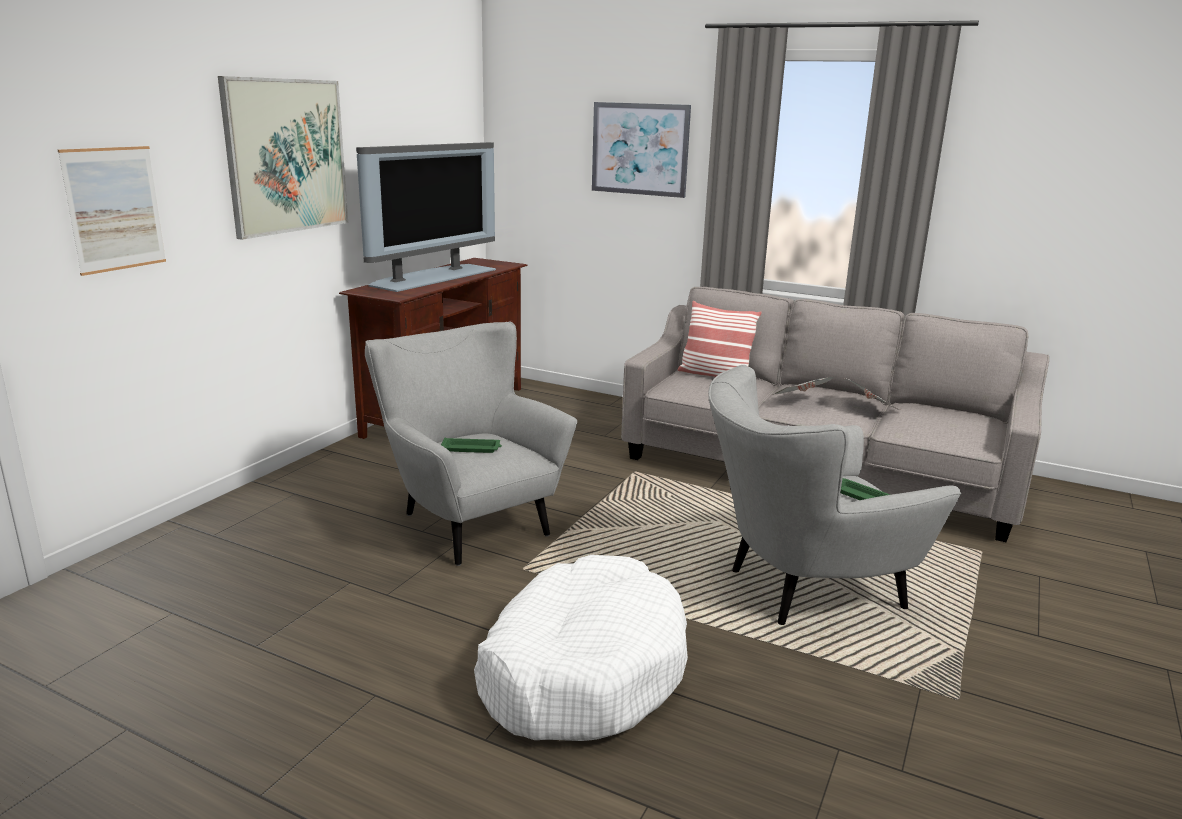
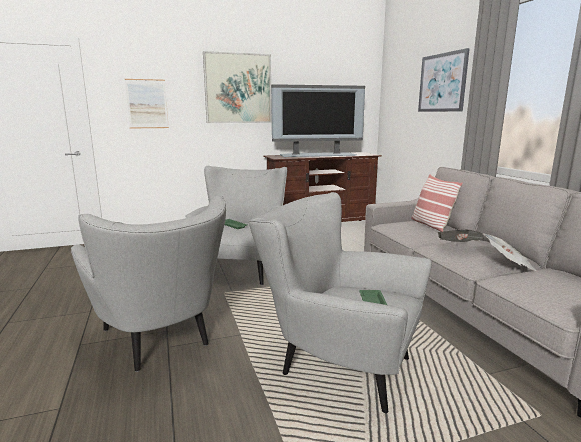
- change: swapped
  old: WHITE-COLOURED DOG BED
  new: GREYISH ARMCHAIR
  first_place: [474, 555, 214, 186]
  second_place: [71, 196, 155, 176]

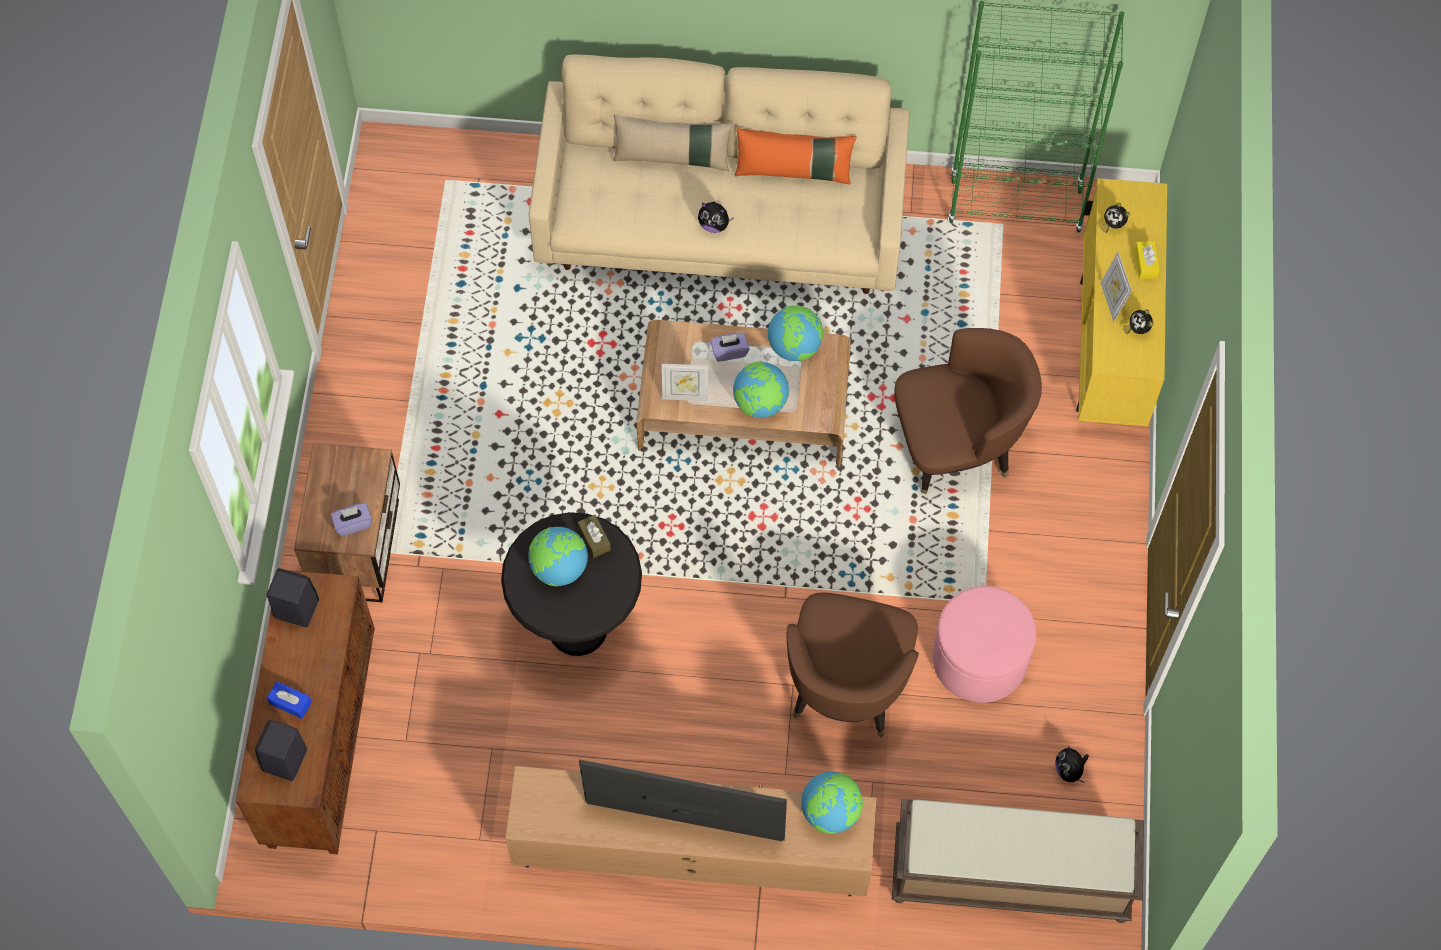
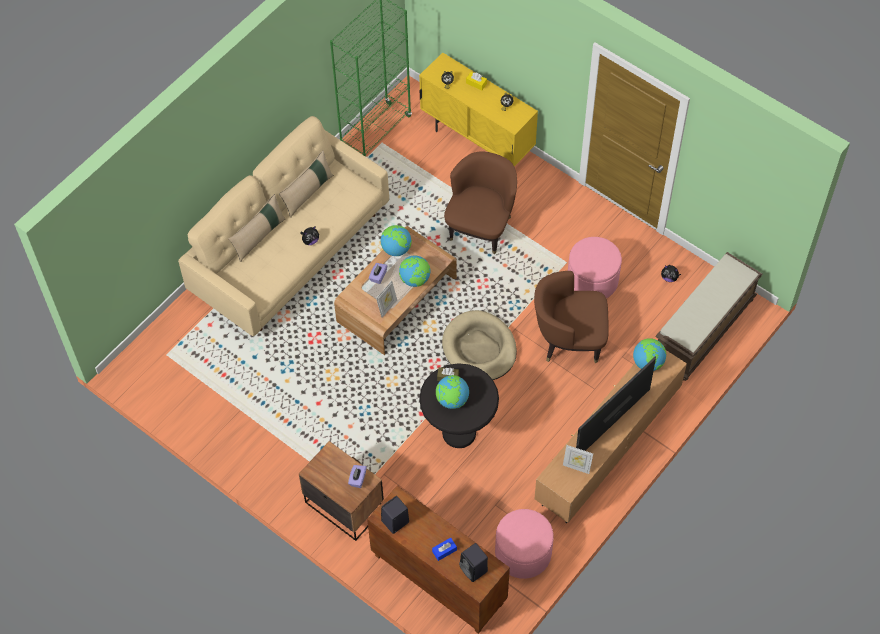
- change: repainted
  old: ORANGEY CUSHION
  new: BEIGE-COLOURED CUSHION
  first_place: [735, 128, 121, 56]
  second_place: [279, 150, 54, 68]
- change: shifted
  old: PICTURE FRAME
  first_place: [1101, 252, 31, 70]
  second_place: [563, 445, 30, 29]
- change: rotated
  old: BROWN ARMCHAIR
  first_place: [786, 592, 133, 145]
  second_place: [534, 271, 75, 92]
  degrees: 135
- change: new
  new: BEIGE-COLOURED DOG BED
  second_place: [442, 310, 75, 70]
- change: new
  new: PINKISH FOOTREST
  second_place: [495, 509, 59, 70]

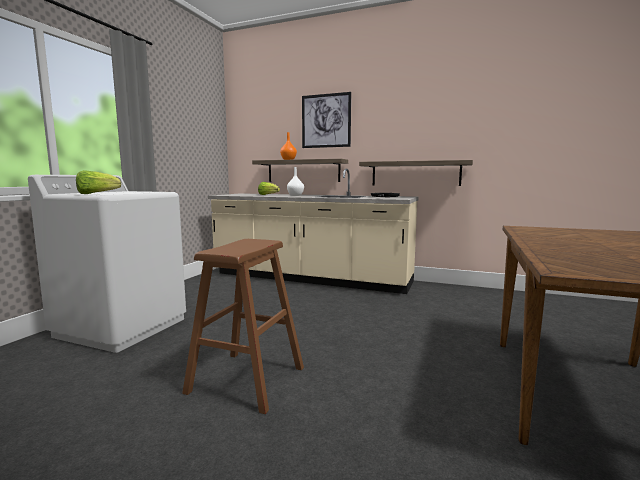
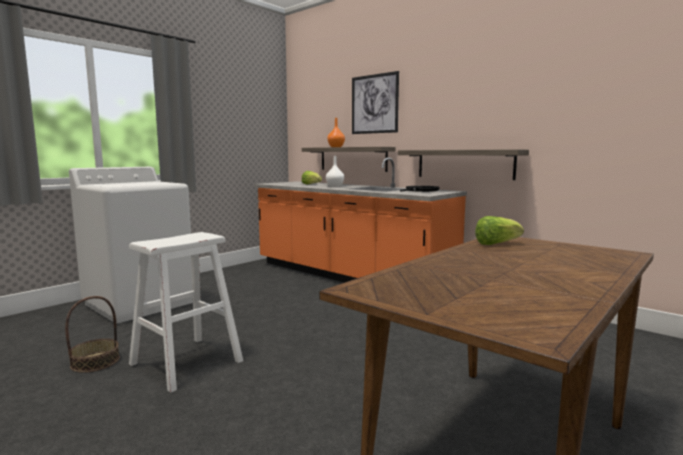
- change: repainted
  old: BEIGE-COLOURED KITCHEN COUNTER
  new: ORANGEY KITCHEN COUNTER
  first_place: [208, 169, 210, 125]
  second_place: [254, 157, 213, 126]
- change: shifted
  old: LETTUCE
  first_place: [76, 170, 45, 24]
  second_place: [475, 216, 49, 29]
- change: repainted
  old: BROWN SITTING STOOL
  new: WHITE-COLOURED SITTING STOOL
  first_place: [182, 239, 122, 175]
  second_place: [129, 232, 114, 161]
- change: new
  new: STORAGE BASKET
  second_place: [65, 296, 55, 77]

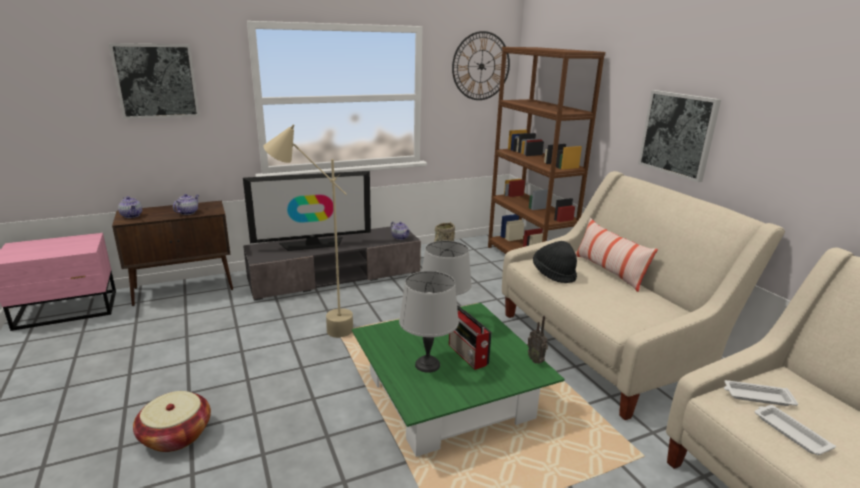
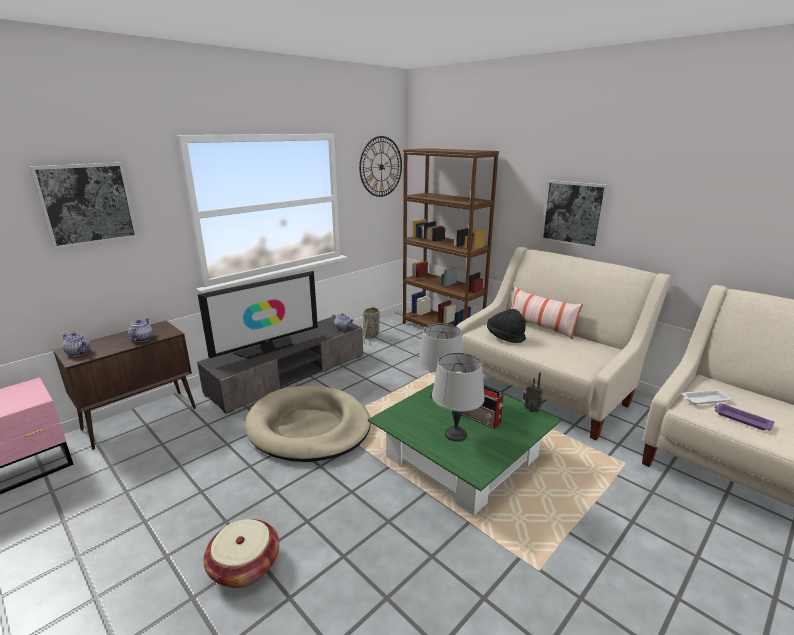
- change: swapped
  old: BEIGE-COLOURED STANDARD LAMP
  new: BEIGE-COLOURED DOG BED
  first_place: [263, 125, 90, 213]
  second_place: [245, 386, 126, 76]
- change: repainted
  old: WHITE-COLOURED CARRYING TRAY
  new: PURPLE-COLOURED CARRYING TRAY
  first_place: [755, 405, 81, 50]
  second_place: [714, 403, 61, 27]

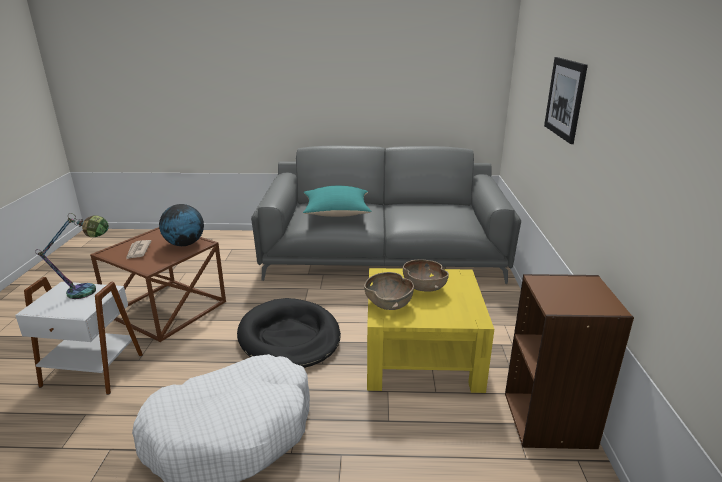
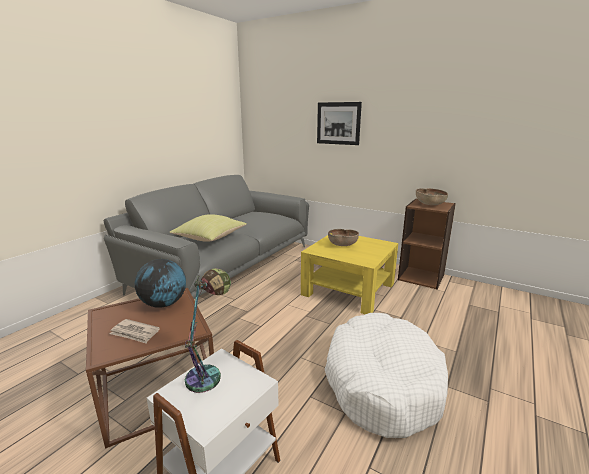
- change: repainted
  old: TURQUOISE-COLOURED CUSHION
  new: YELLOW CUSHION
  first_place: [303, 186, 69, 31]
  second_place: [170, 214, 77, 28]
- change: shifted
  old: BROWN DEEP DISH
  first_place: [364, 272, 50, 38]
  second_place: [416, 188, 32, 17]
- change: gone
  old: BLACK-COLOURED DOG BED
  first_place: [237, 298, 104, 70]

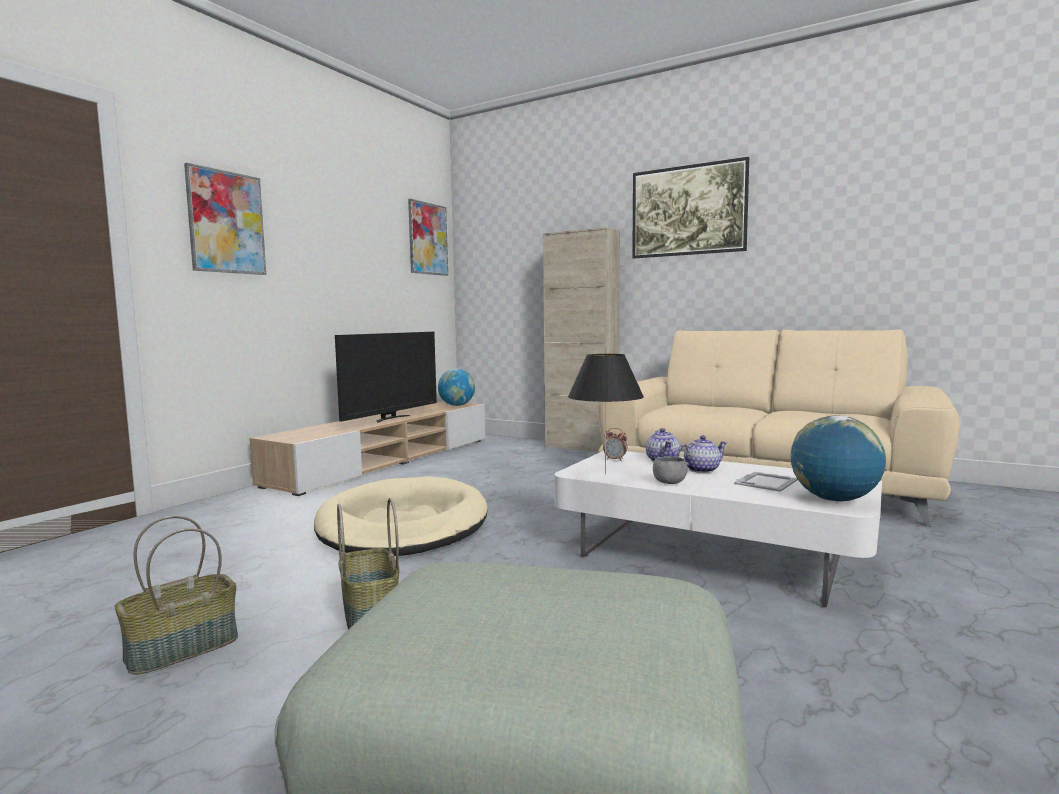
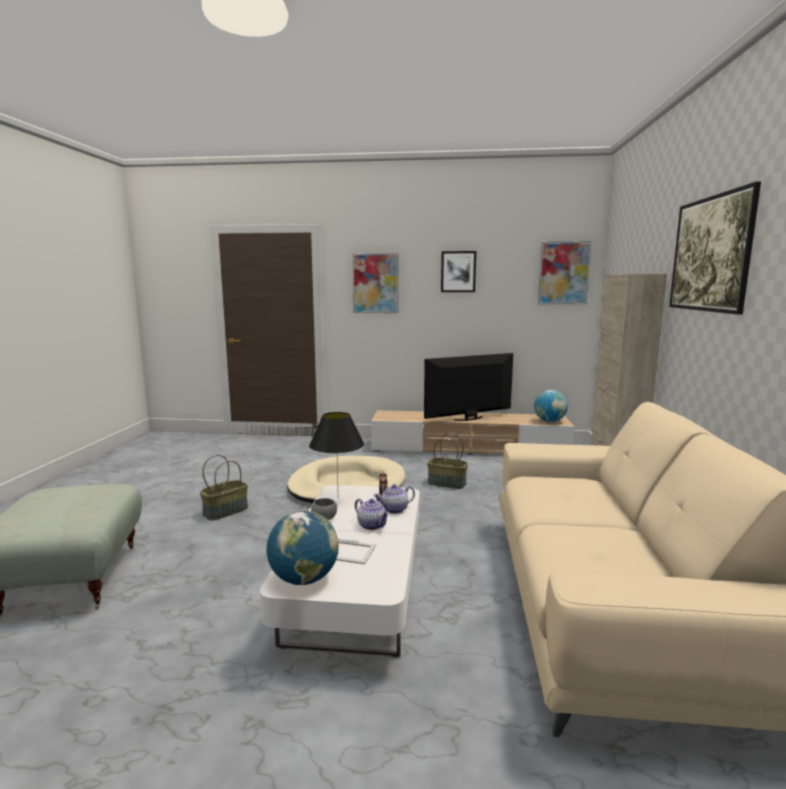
- change: rotated
  old: TV SET
  first_place: [335, 332, 102, 91]
  second_place: [424, 353, 89, 68]
  degrees: 150
- change: shifted
  old: STORAGE BASKET
  first_place: [115, 515, 123, 160]
  second_place: [427, 433, 41, 56]
- change: new
  new: PICTURE
  second_place: [441, 251, 35, 41]

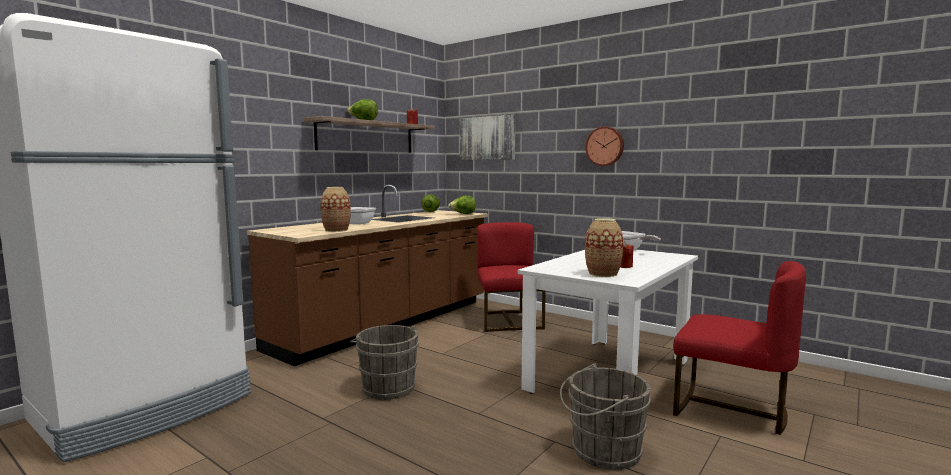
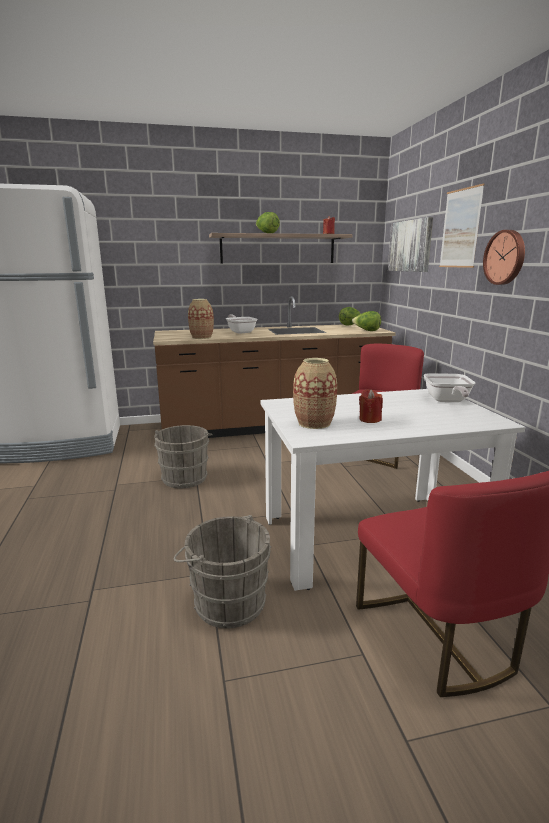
- change: new
  new: PICTURE
  second_place: [439, 183, 46, 85]

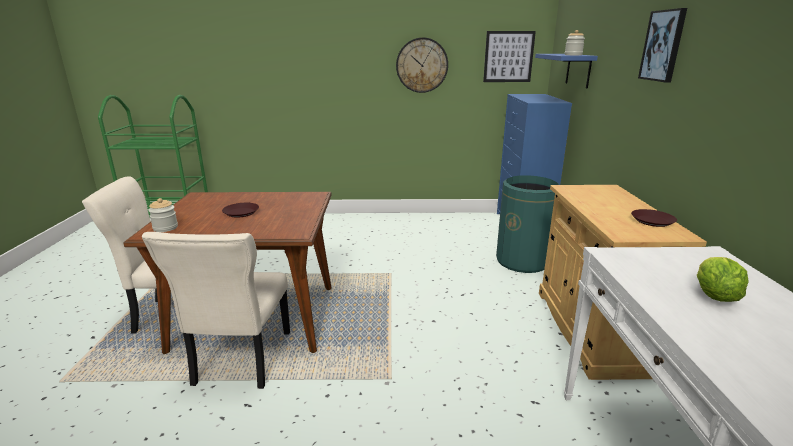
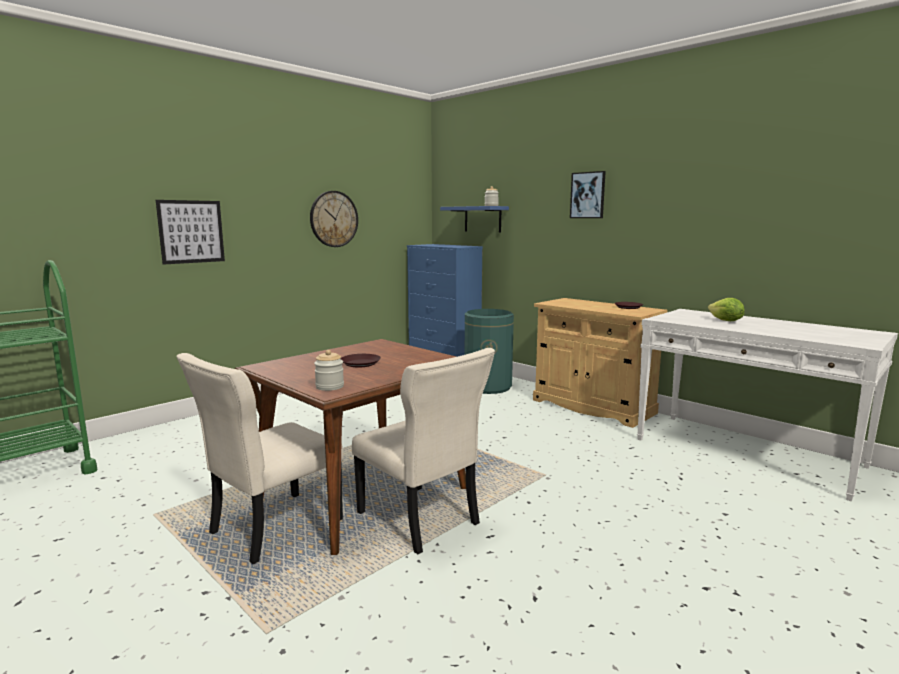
- change: shifted
  old: PICTURE
  first_place: [483, 31, 53, 51]
  second_place: [156, 200, 69, 65]

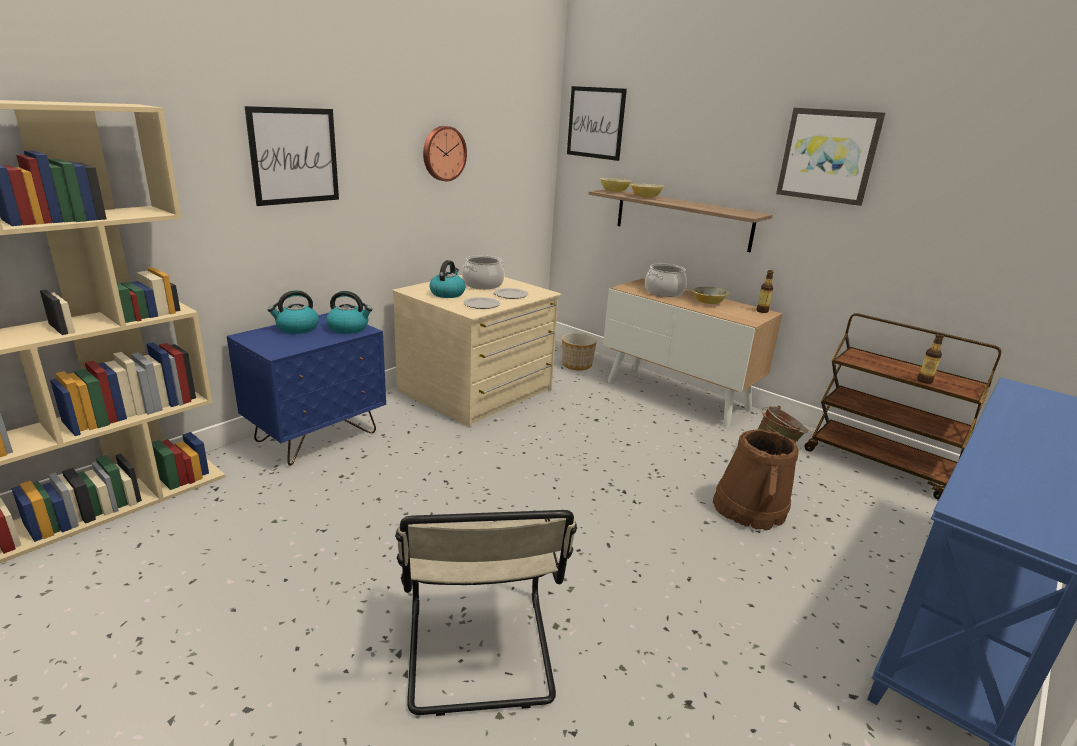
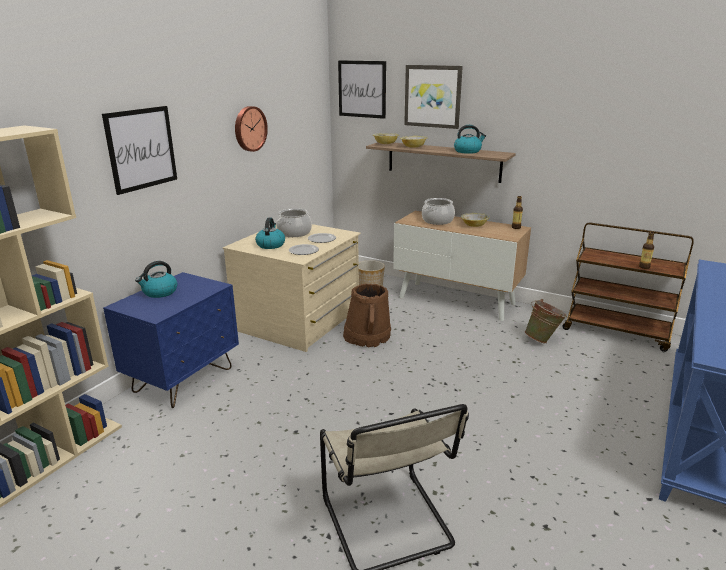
- change: shifted
  old: PICTURE
  first_place: [776, 108, 109, 98]
  second_place: [404, 65, 59, 64]
- change: shifted
  old: TEA KETTLE
  first_place: [326, 291, 47, 43]
  second_place: [454, 125, 32, 29]
- change: shifted
  old: BROWN PAIL
  first_place: [713, 429, 86, 101]
  second_place: [343, 283, 48, 64]

